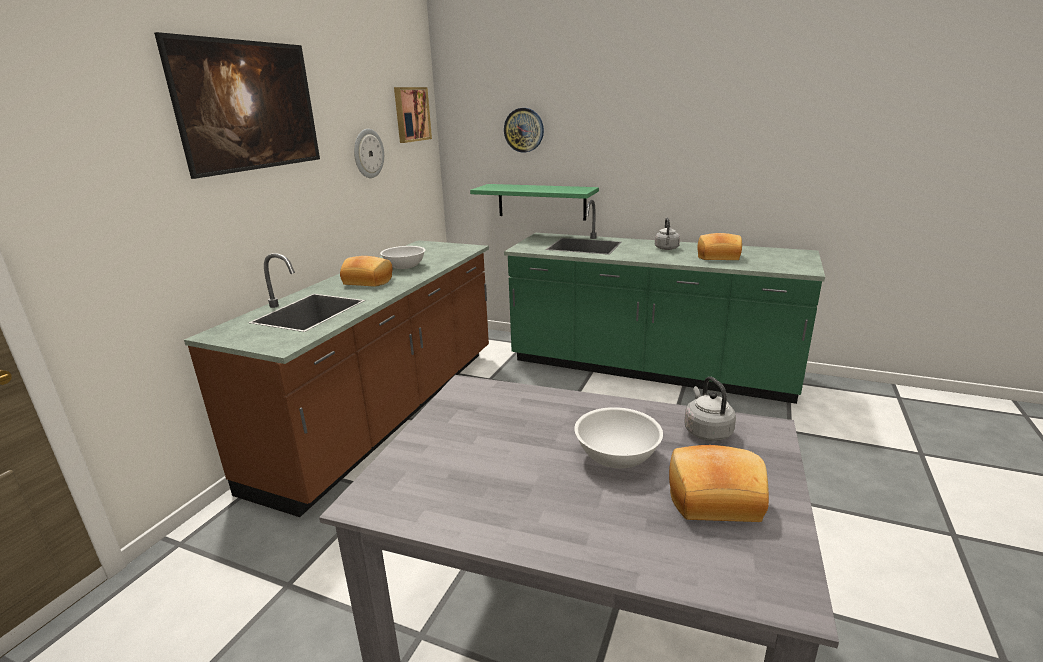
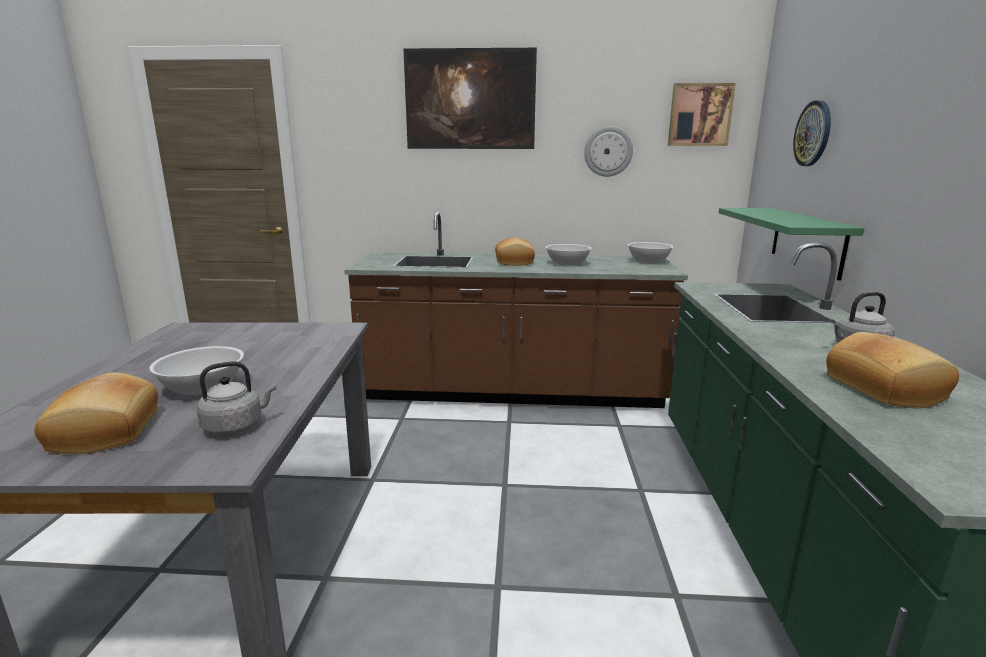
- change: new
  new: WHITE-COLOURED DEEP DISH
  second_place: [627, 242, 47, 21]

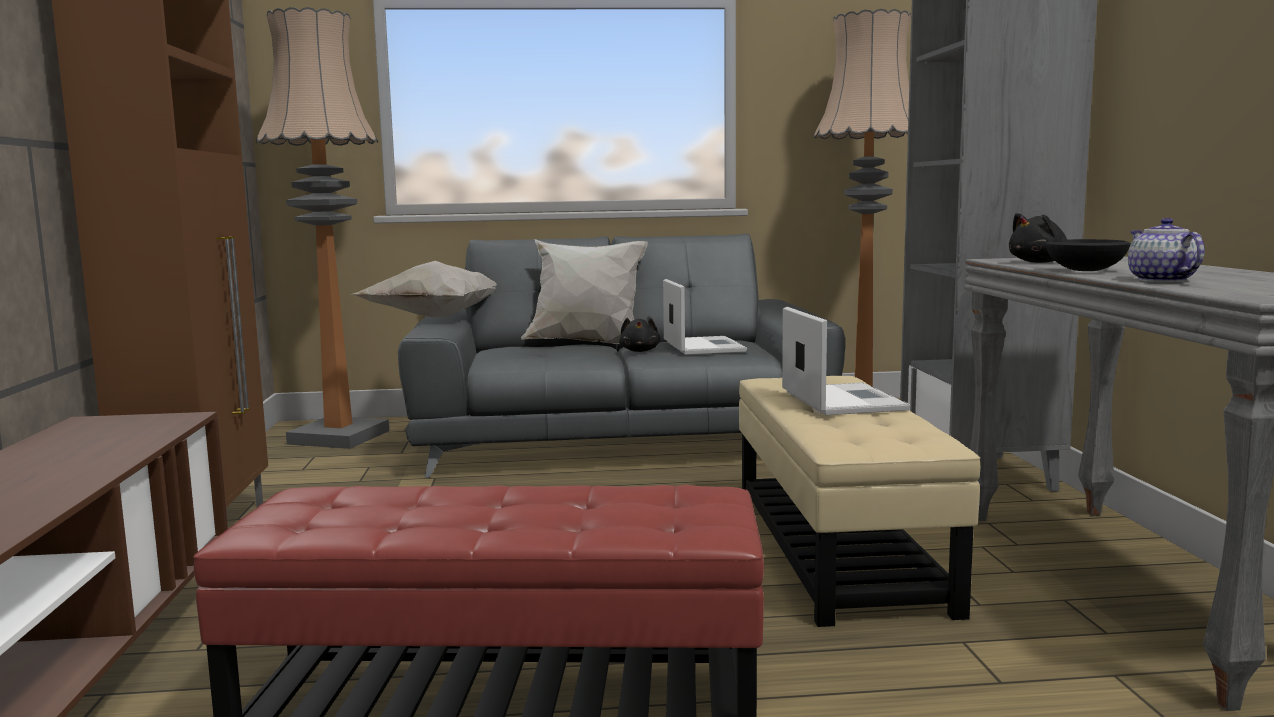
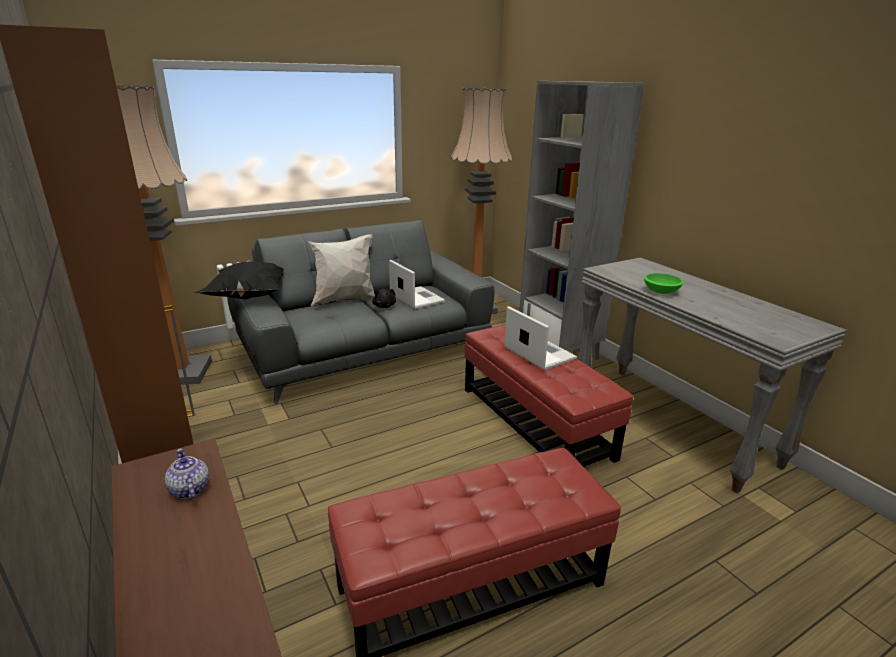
- change: gone
  old: BLACK-COLOURED SOFT TOY
  first_place: [1009, 213, 58, 50]
- change: shifted
  old: TEAPOT
  first_place: [1128, 218, 77, 64]
  second_place: [165, 448, 44, 52]
- change: repainted
  old: BLACK-COLOURED DEEP DISH
  new: GREEN DEEP DISH
  first_place: [1045, 239, 86, 32]
  second_place: [644, 273, 39, 21]
- change: repainted
  old: WHITE-COLOURED CUSHION
  new: BLACK-COLOURED CUSHION
  first_place: [352, 261, 145, 57]
  second_place: [195, 261, 89, 38]
- change: repainted
  old: BEIGE-COLOURED FOOTREST
  new: RED-COLOURED FOOTREST
  first_place: [739, 376, 242, 251]
  second_place: [465, 324, 168, 143]

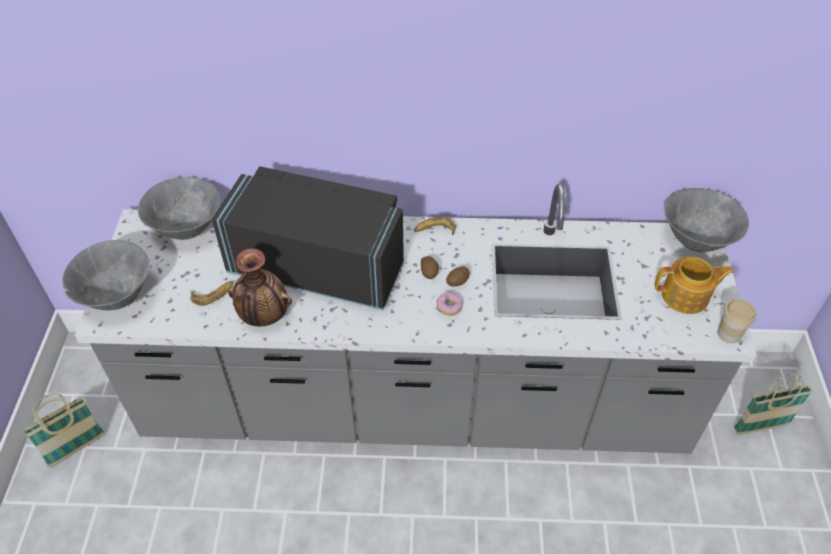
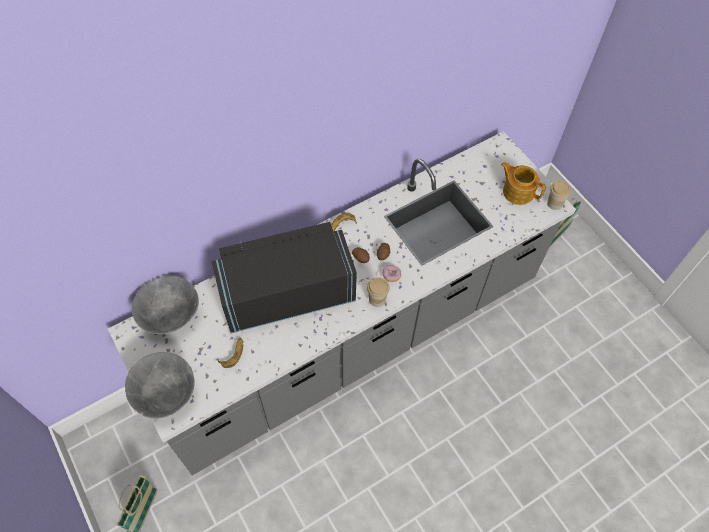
- change: gone
  old: GREYISH DEEP DISH
  first_place: [664, 188, 85, 64]
- change: gone
  old: VASE
  first_place: [228, 249, 64, 77]
- change: rotated
  old: TEAPOT
  first_place: [655, 257, 79, 57]
  second_place: [501, 162, 45, 43]
  degrees: -105
- change: new
  new: SMALL CUP
  second_place: [367, 277, 23, 30]

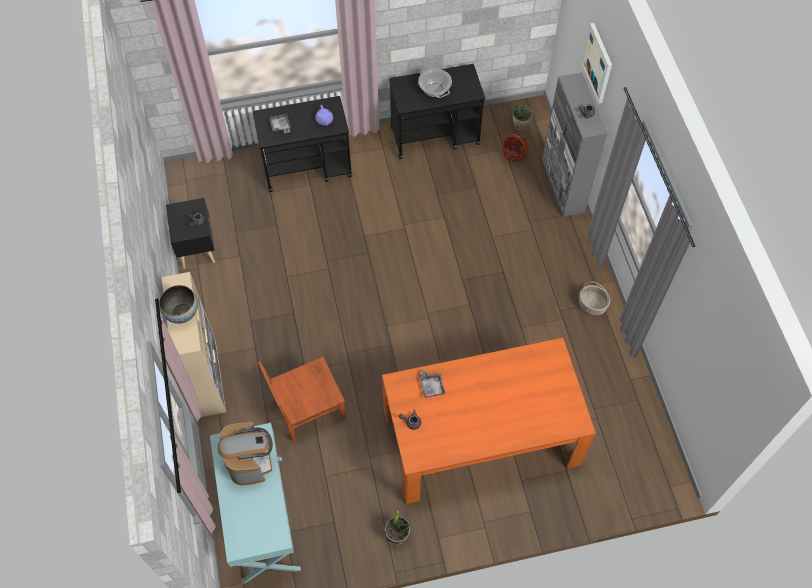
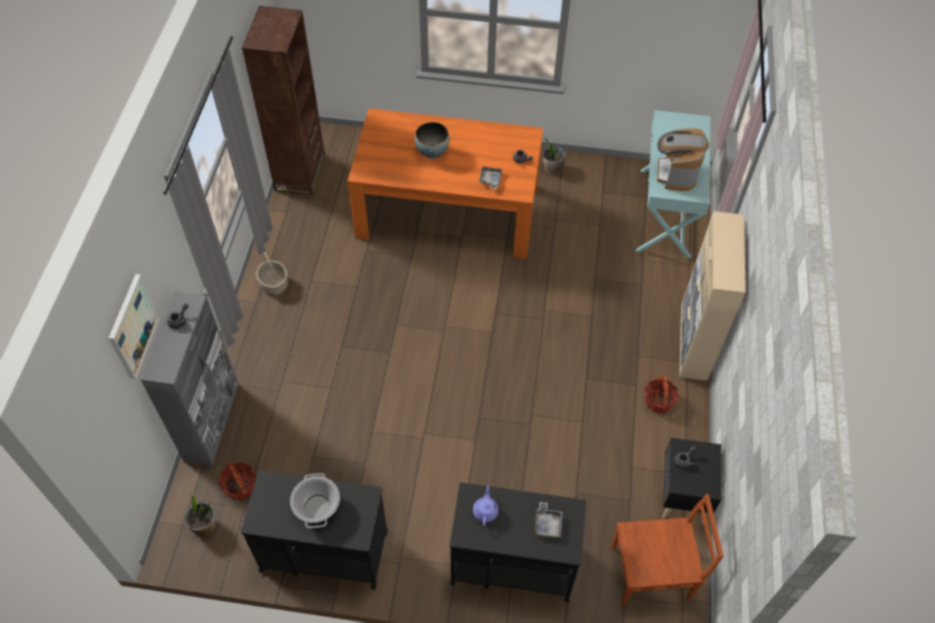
- change: shifted
  old: DEEP DISH
  first_place: [159, 285, 39, 39]
  second_place: [415, 122, 35, 37]
- change: shifted
  old: BROWN UPRIGHT CHAIR
  first_place: [258, 357, 87, 85]
  second_place: [611, 494, 113, 111]
- change: new
  new: BROWN BOOKSHELF
  second_place: [242, 6, 83, 189]
- change: new
  new: STORAGE BASKET
  second_place: [644, 375, 35, 38]

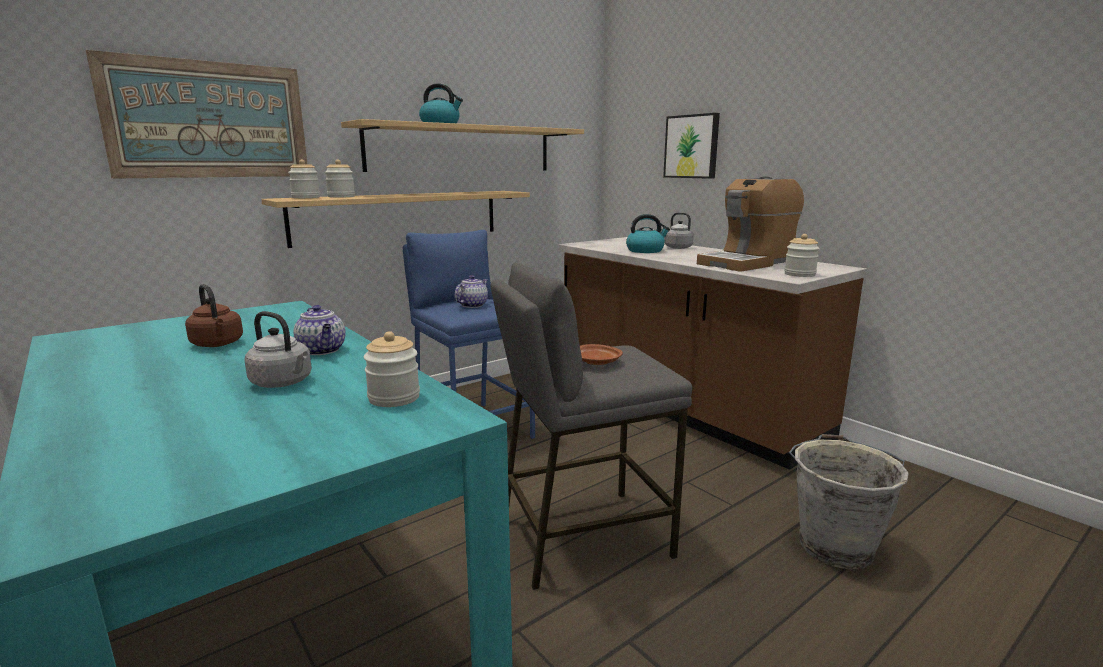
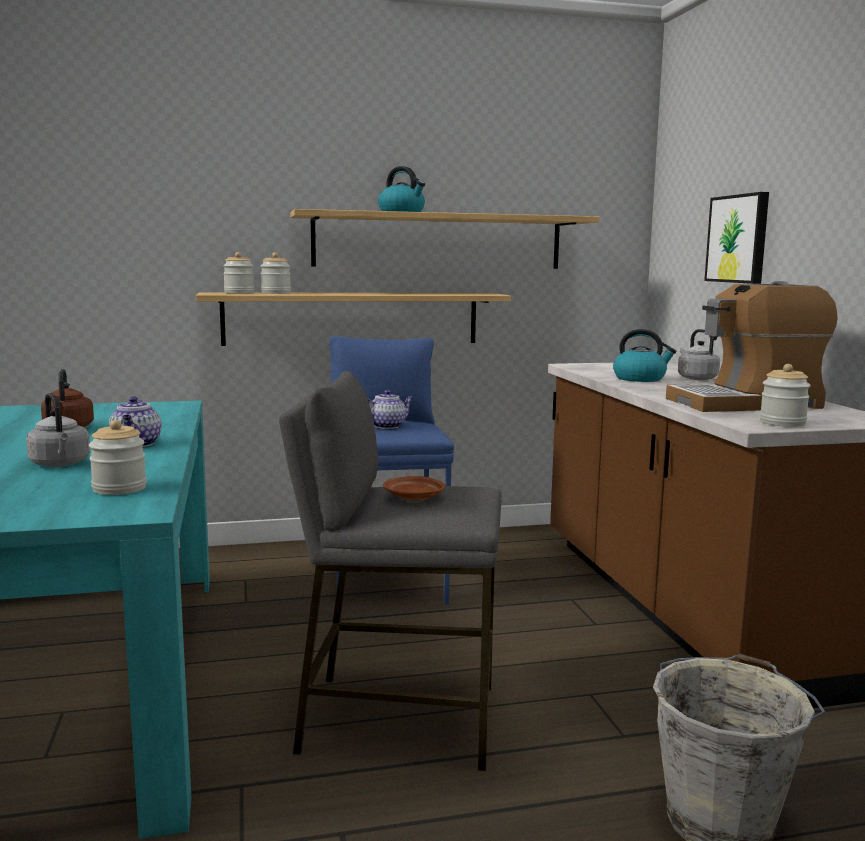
- change: gone
  old: PICTURE
  first_place: [86, 50, 221, 129]

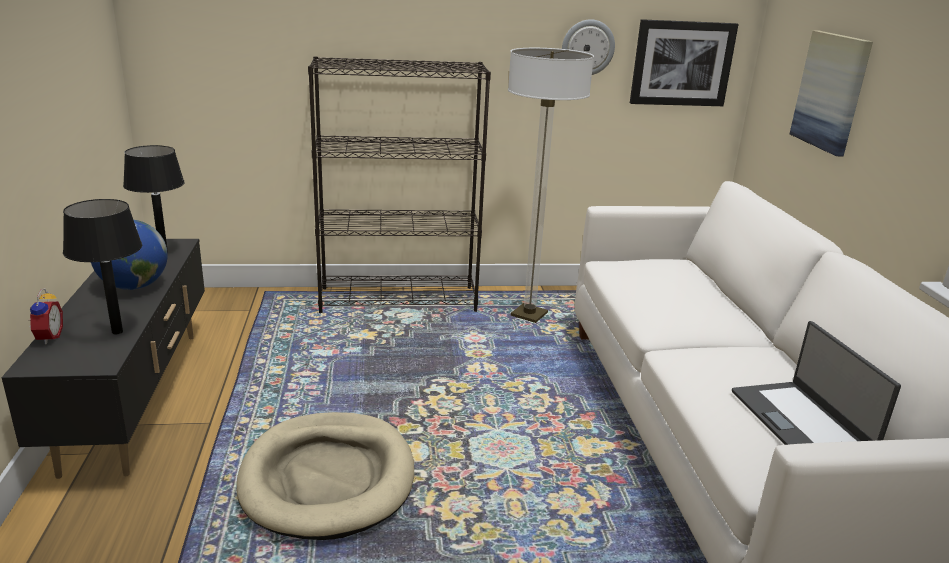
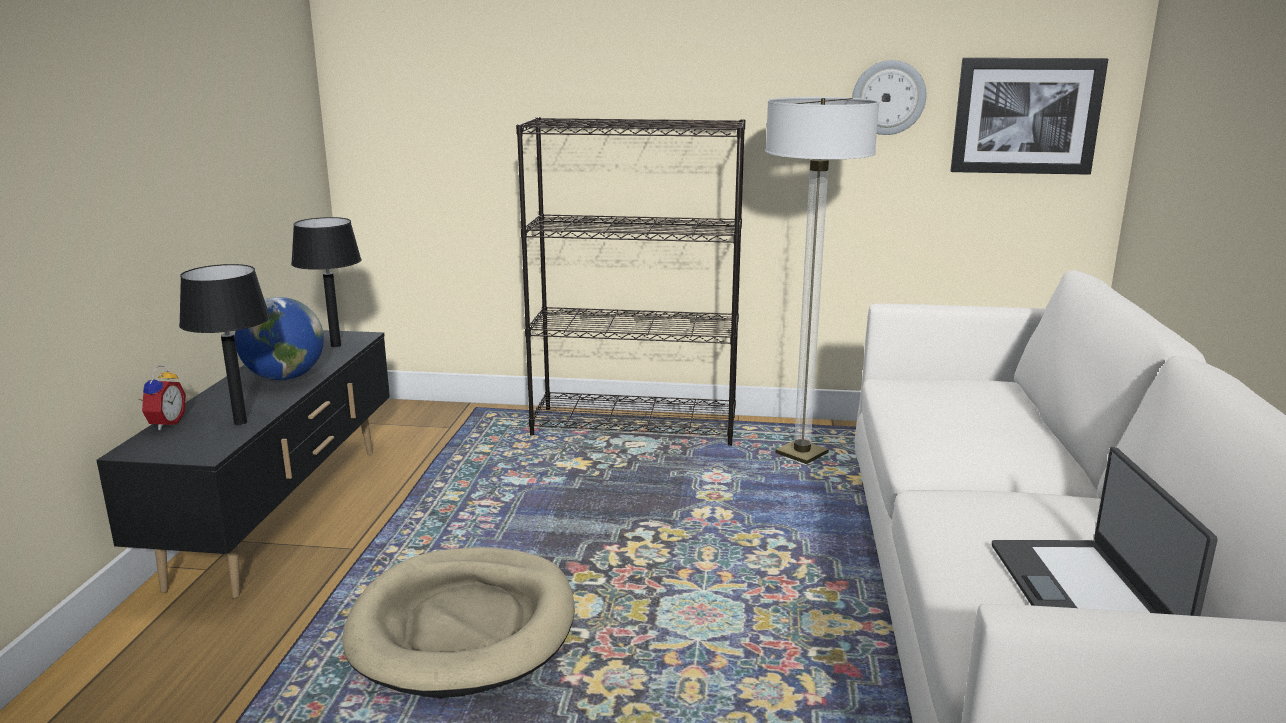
- change: gone
  old: PICTURE
  first_place: [790, 30, 83, 126]

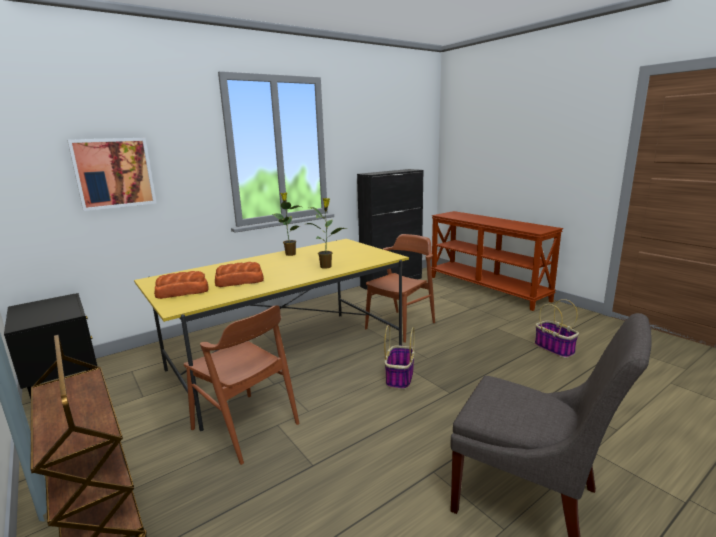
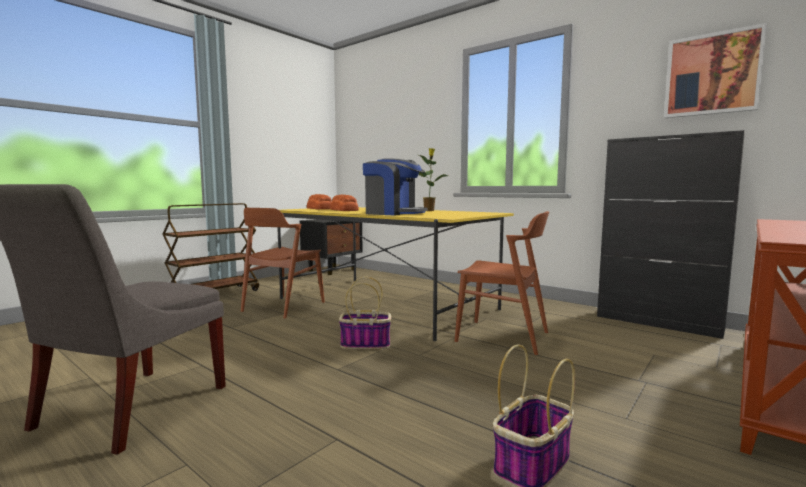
- change: shifted
  old: PICTURE
  first_place: [67, 138, 89, 73]
  second_place: [664, 23, 103, 95]
- change: swapped
  old: PLANT IN A POT
  new: COFFEE BREWER
  first_place: [307, 198, 39, 71]
  second_place: [363, 159, 64, 56]

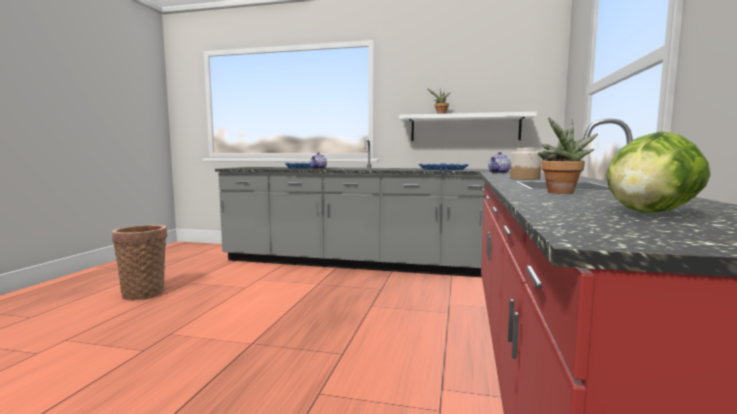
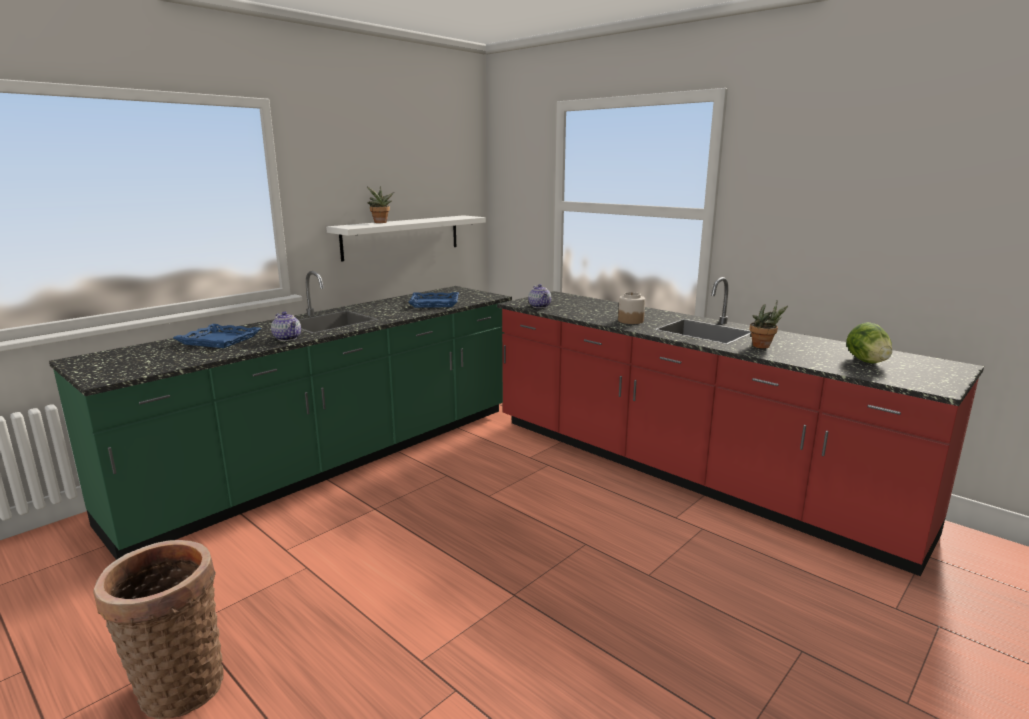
- change: repainted
  old: GREYISH KITCHEN COUNTER
  new: GREEN KITCHEN COUNTER
  first_place: [215, 139, 295, 138]
  second_place: [49, 271, 463, 289]

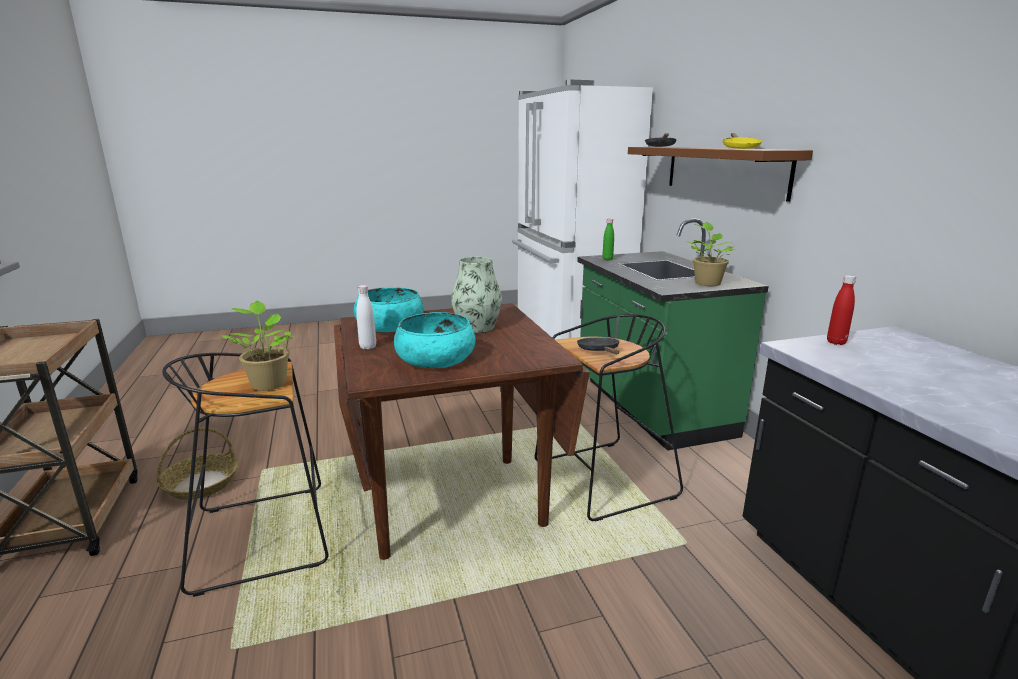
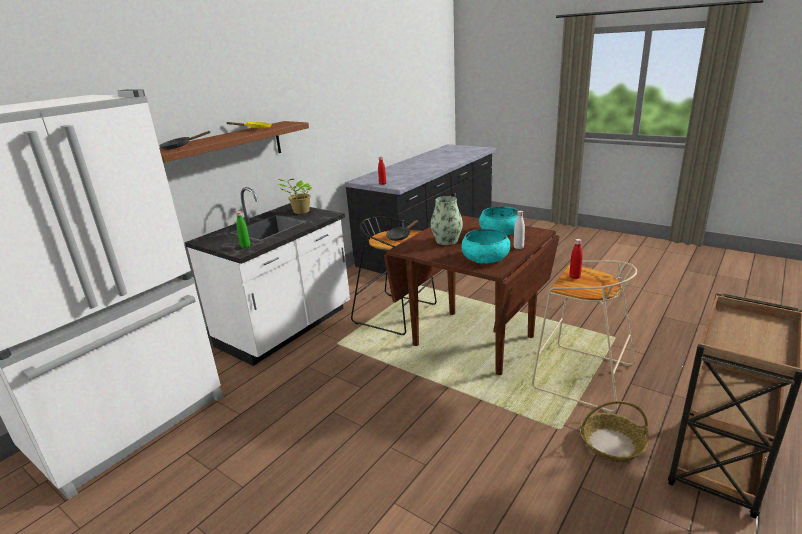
- change: repainted
  old: GREEN KITCHEN COUNTER
  new: WHITE-COLOURED KITCHEN COUNTER
  first_place: [577, 218, 192, 233]
  second_place: [185, 187, 165, 179]
- change: swapped
  old: PLANT IN A POT
  new: RED-COLOURED DRINK BOTTLE
  first_place: [221, 301, 73, 90]
  second_place: [569, 239, 13, 40]
- change: repainted
  old: BLACK-COLOURED SITTING STOOL
  new: BEIGE-COLOURED SITTING STOOL
  first_place: [162, 353, 167, 244]
  second_place: [532, 260, 105, 153]

